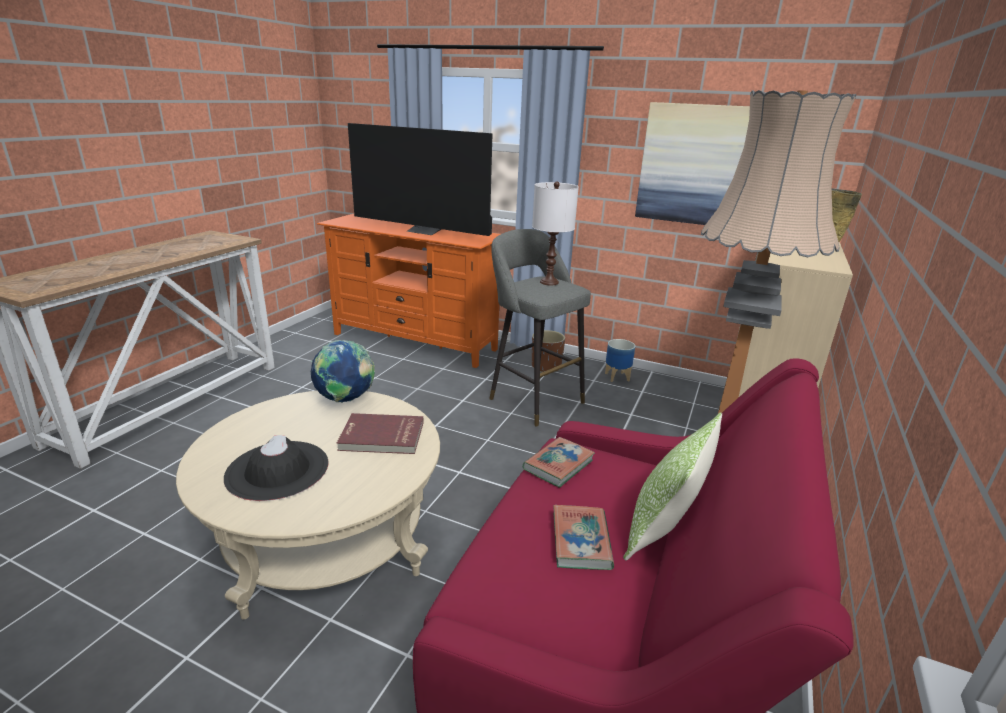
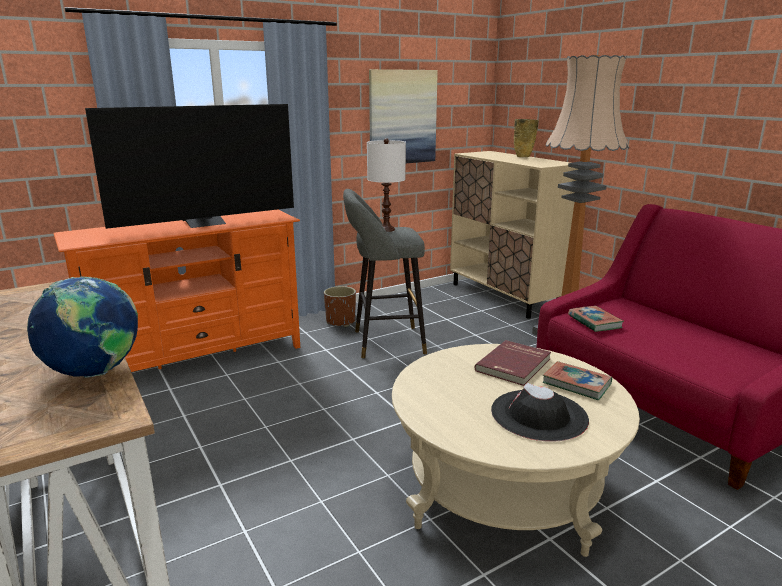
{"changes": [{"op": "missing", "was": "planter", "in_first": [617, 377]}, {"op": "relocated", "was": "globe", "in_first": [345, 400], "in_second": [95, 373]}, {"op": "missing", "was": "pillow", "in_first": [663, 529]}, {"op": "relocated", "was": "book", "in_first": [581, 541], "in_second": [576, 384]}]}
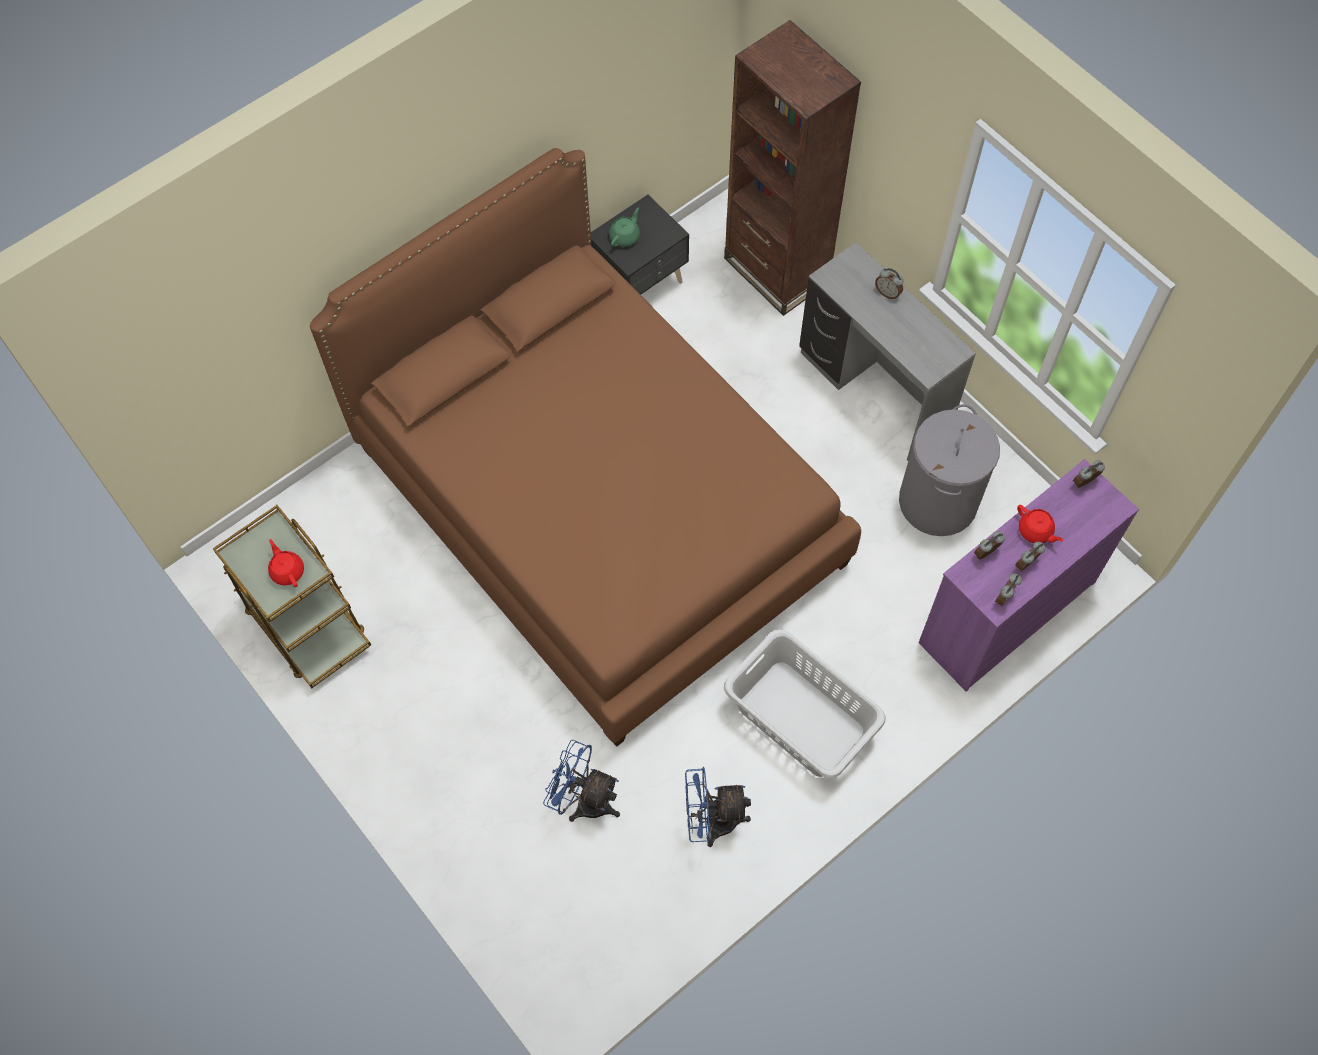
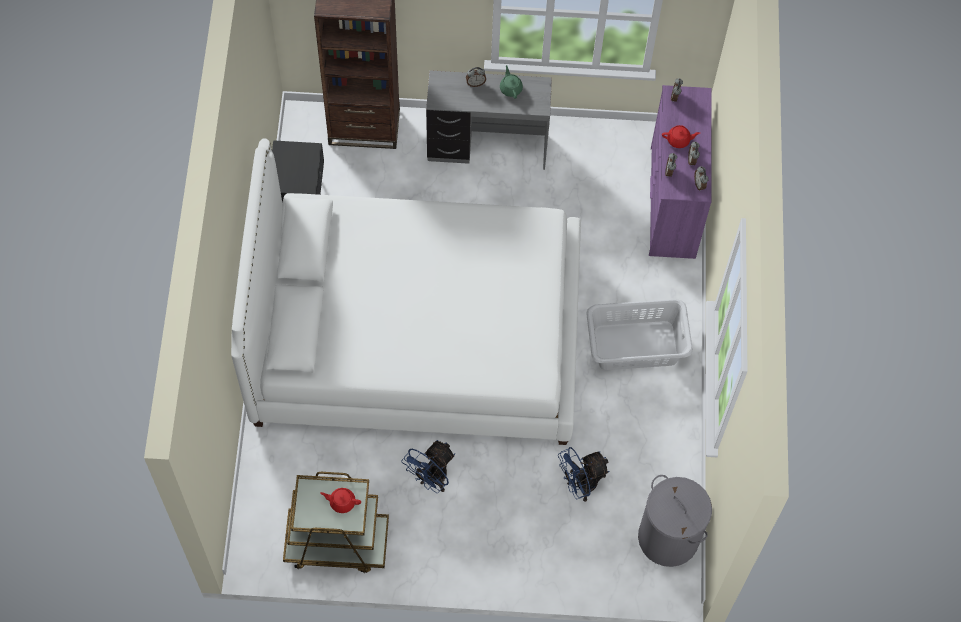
{"changes": [{"op": "colour", "was": "bed (brown)", "now": "bed (white)", "in_first": [599, 504], "in_second": [416, 335]}, {"op": "relocated", "was": "teapot (green)", "in_first": [625, 236], "in_second": [511, 88]}, {"op": "relocated", "was": "laundry basket (grey)", "in_first": [938, 502], "in_second": [668, 537]}, {"op": "relocated", "was": "fan (blue)", "in_first": [711, 821], "in_second": [432, 478]}]}
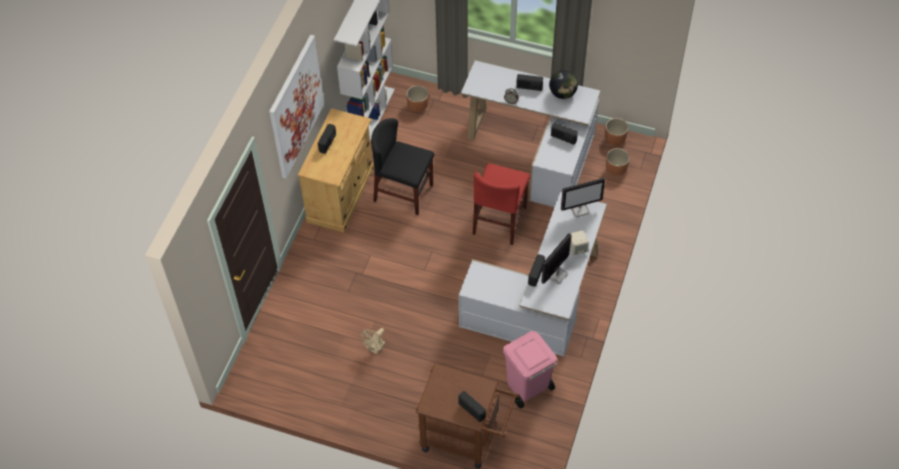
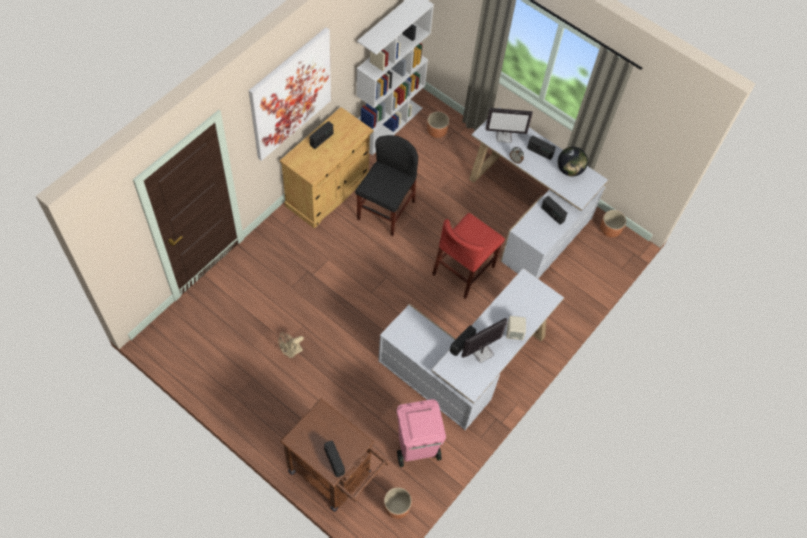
{"changes": [{"op": "spun", "was": "chair (black)", "in_first": [403, 193], "in_second": [386, 210], "clockwise": 75}, {"op": "relocated", "was": "planter (brown)", "in_first": [616, 169], "in_second": [397, 507]}, {"op": "relocated", "was": "monitor", "in_first": [579, 209], "in_second": [504, 136]}]}
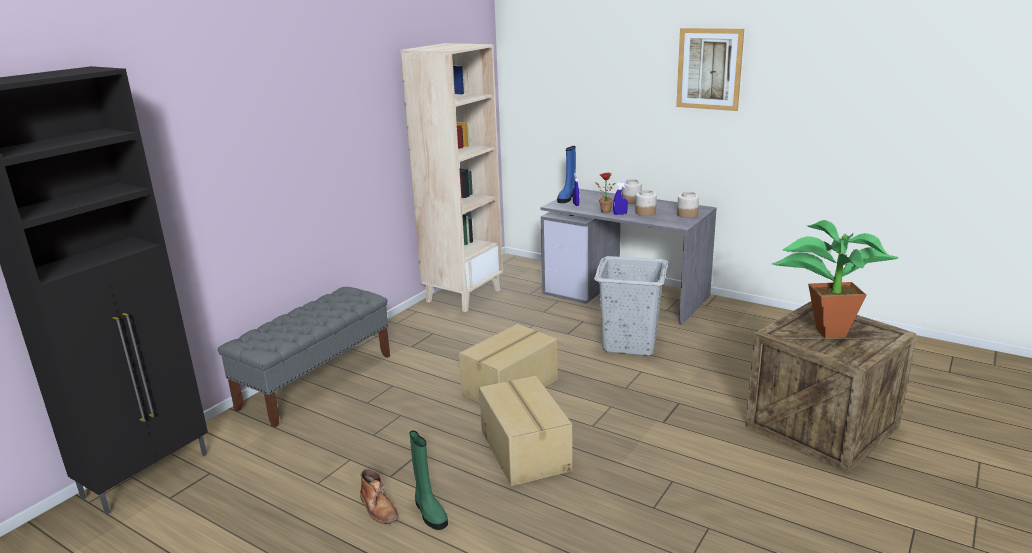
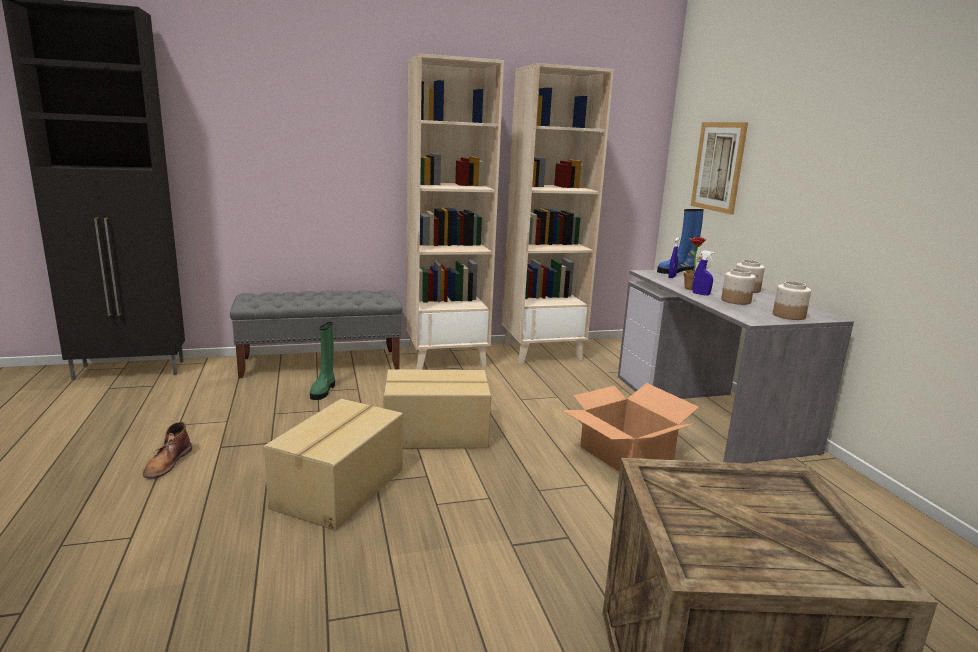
{"changes": [{"op": "relocated", "was": "picture", "in_first": [709, 69], "in_second": [718, 167]}, {"op": "missing", "was": "potted plant", "in_first": [823, 331]}, {"op": "exchanged", "was": "laundry basket (grey)", "now": "cardboard box", "in_first": [630, 344], "in_second": [625, 454]}, {"op": "relocated", "was": "boot (green)", "in_first": [429, 512], "in_second": [323, 390]}, {"op": "appeared", "now": "bookcase (beige)", "in_second": [447, 358]}]}
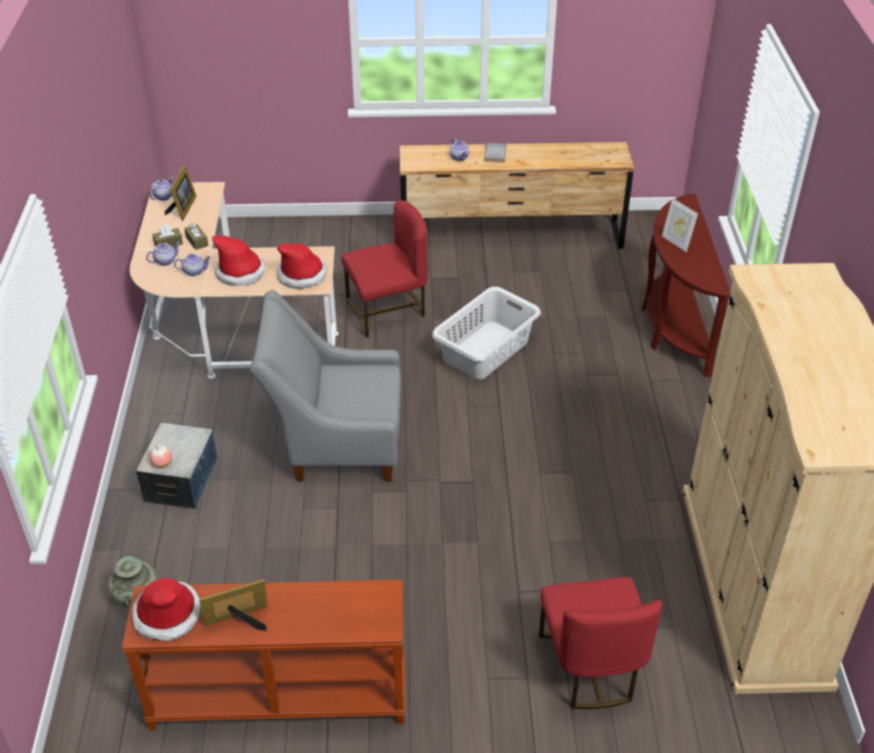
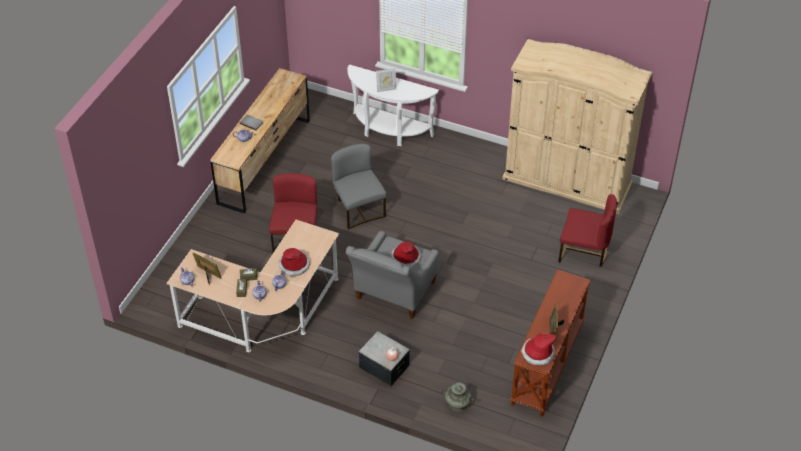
{"changes": [{"op": "colour", "was": "console table (brown)", "now": "console table (white)", "in_first": [673, 327], "in_second": [388, 131]}, {"op": "relocated", "was": "hat", "in_first": [302, 275], "in_second": [406, 258]}, {"op": "exchanged", "was": "laundry basket (grey)", "now": "chair (grey)", "in_first": [486, 350], "in_second": [358, 209]}]}
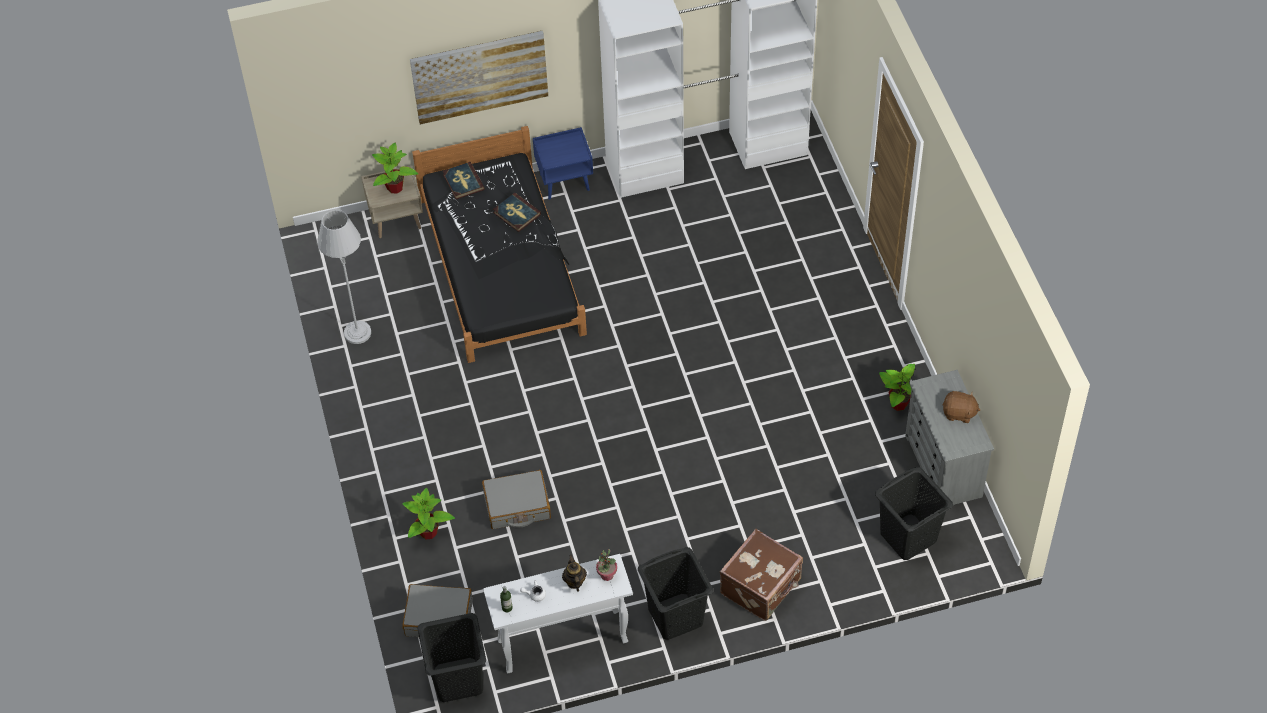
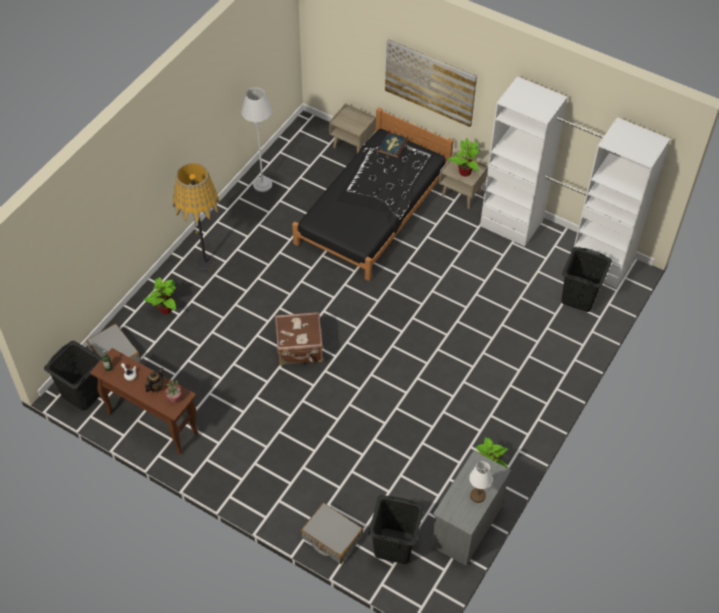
{"changes": [{"op": "colour", "was": "nightstand (blue)", "now": "nightstand (beige)", "in_first": [565, 182], "in_second": [461, 194]}, {"op": "relocated", "was": "potted plant", "in_first": [395, 188], "in_second": [464, 172]}, {"op": "missing", "was": "book", "in_first": [516, 214]}, {"op": "exchanged", "was": "plush toy (brown)", "now": "table lamp (white)", "in_first": [959, 413], "in_second": [477, 495]}, {"op": "relocated", "was": "suitcase (grey)", "in_first": [517, 506], "in_second": [331, 537]}, {"op": "relocated", "was": "suitcase (brown)", "in_first": [762, 587], "in_second": [300, 349]}, {"op": "relocated", "was": "laundry basket (black)", "in_first": [676, 616], "in_second": [579, 297]}, {"op": "colour", "was": "console table (white)", "now": "console table (brown)", "in_first": [561, 642], "in_second": [151, 423]}, {"op": "appeared", "now": "floor lamp", "in_second": [205, 263]}]}
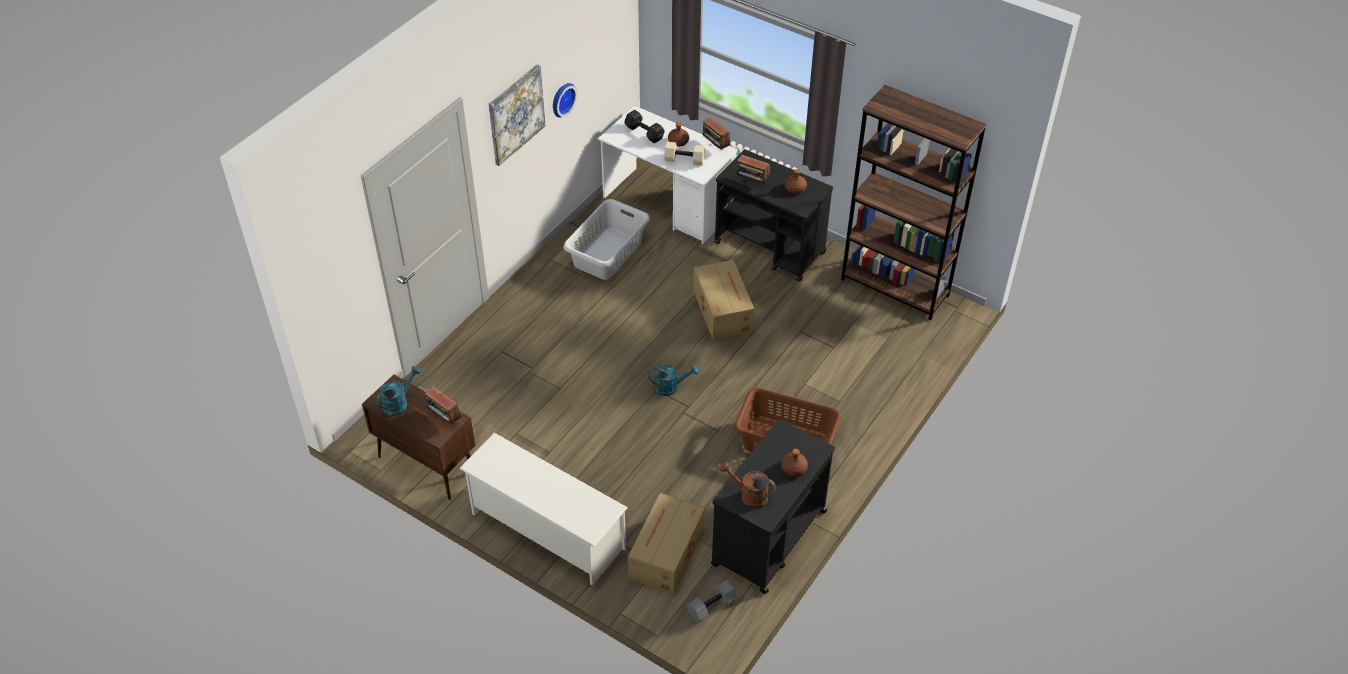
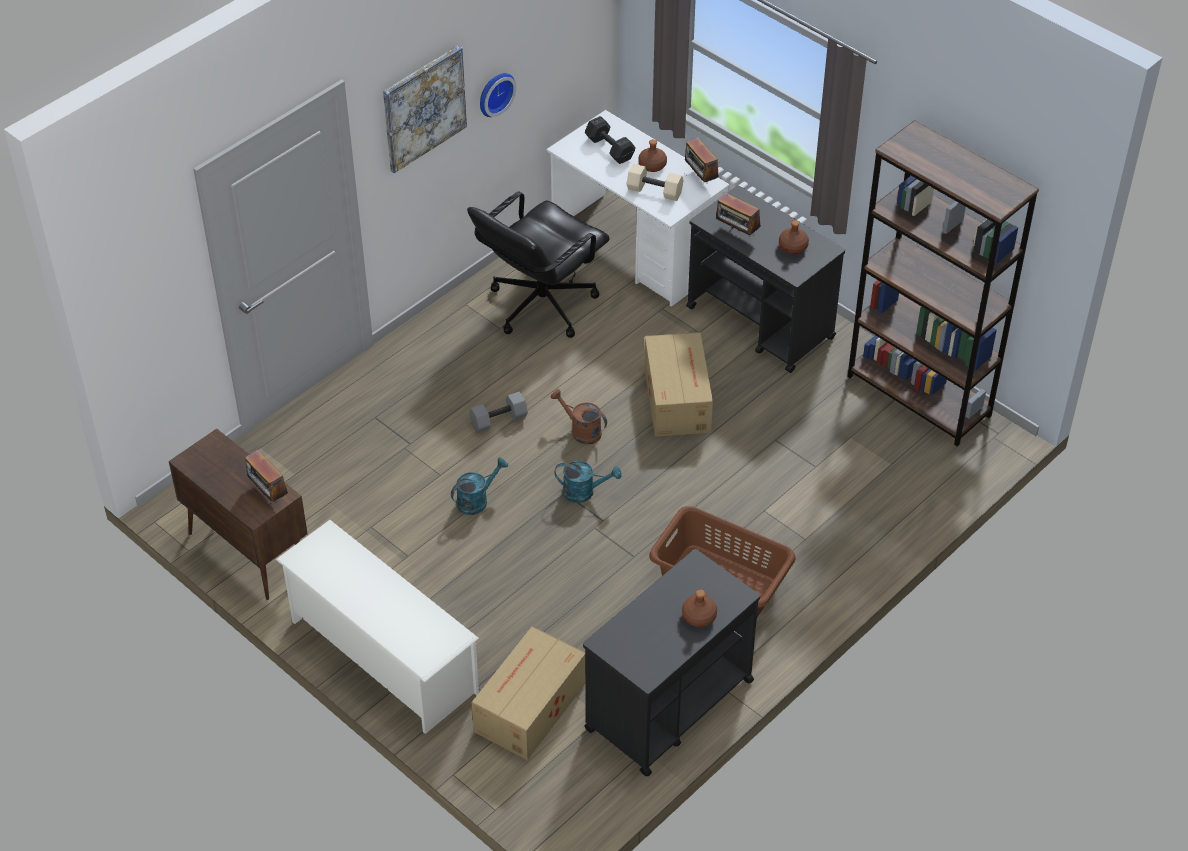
{"changes": [{"op": "exchanged", "was": "laundry basket (grey)", "now": "office chair (black)", "in_first": [607, 253], "in_second": [540, 305]}, {"op": "relocated", "was": "watering can (turquoise)", "in_first": [399, 403], "in_second": [477, 500]}, {"op": "relocated", "was": "watering can (brown)", "in_first": [749, 496], "in_second": [581, 431]}, {"op": "relocated", "was": "dumbbell (grey)", "in_first": [711, 607], "in_second": [498, 421]}]}
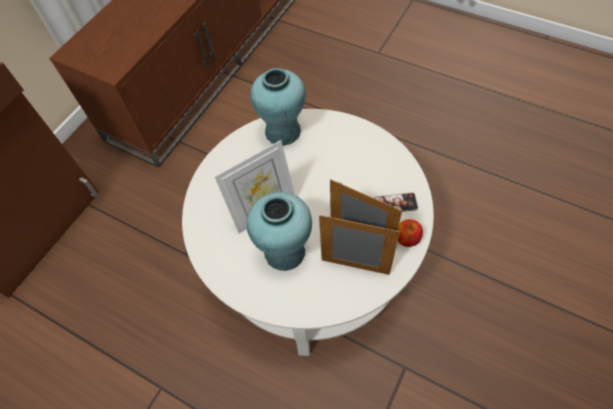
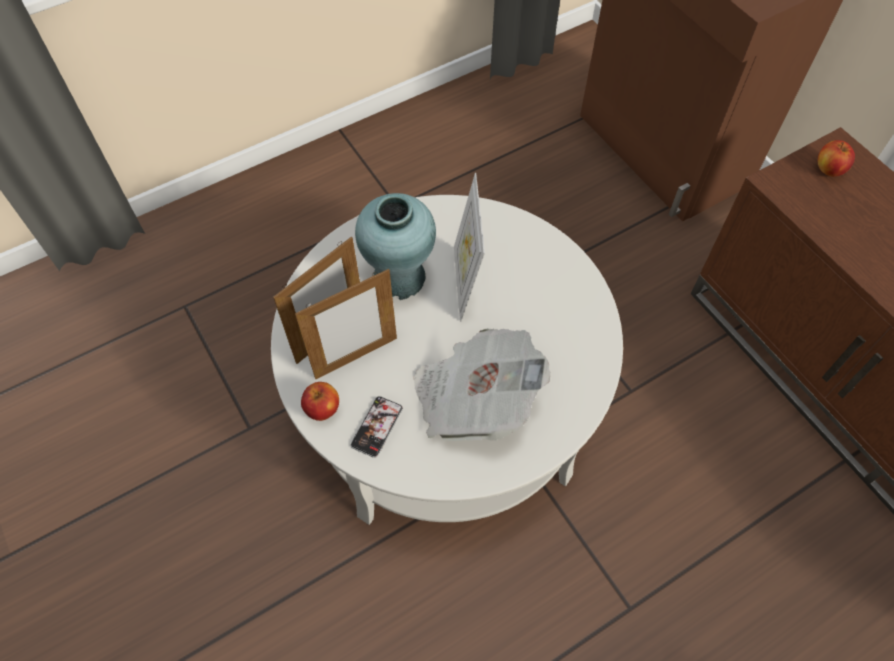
{"changes": [{"op": "missing", "was": "vase (turquoise)", "in_first": [282, 131]}, {"op": "appeared", "now": "apple", "in_second": [829, 170]}, {"op": "appeared", "now": "newspaper", "in_second": [474, 399]}]}
